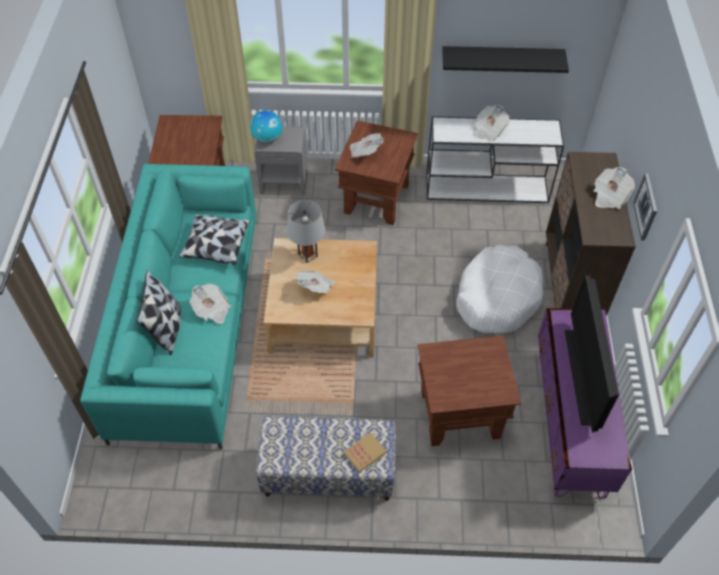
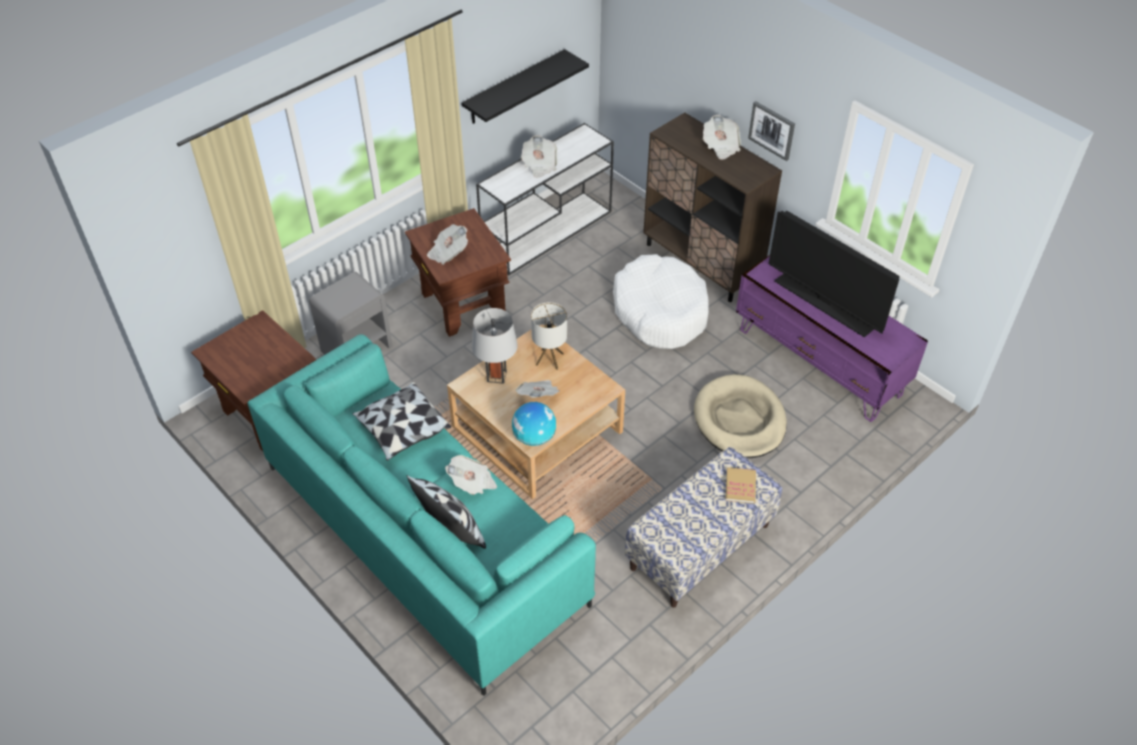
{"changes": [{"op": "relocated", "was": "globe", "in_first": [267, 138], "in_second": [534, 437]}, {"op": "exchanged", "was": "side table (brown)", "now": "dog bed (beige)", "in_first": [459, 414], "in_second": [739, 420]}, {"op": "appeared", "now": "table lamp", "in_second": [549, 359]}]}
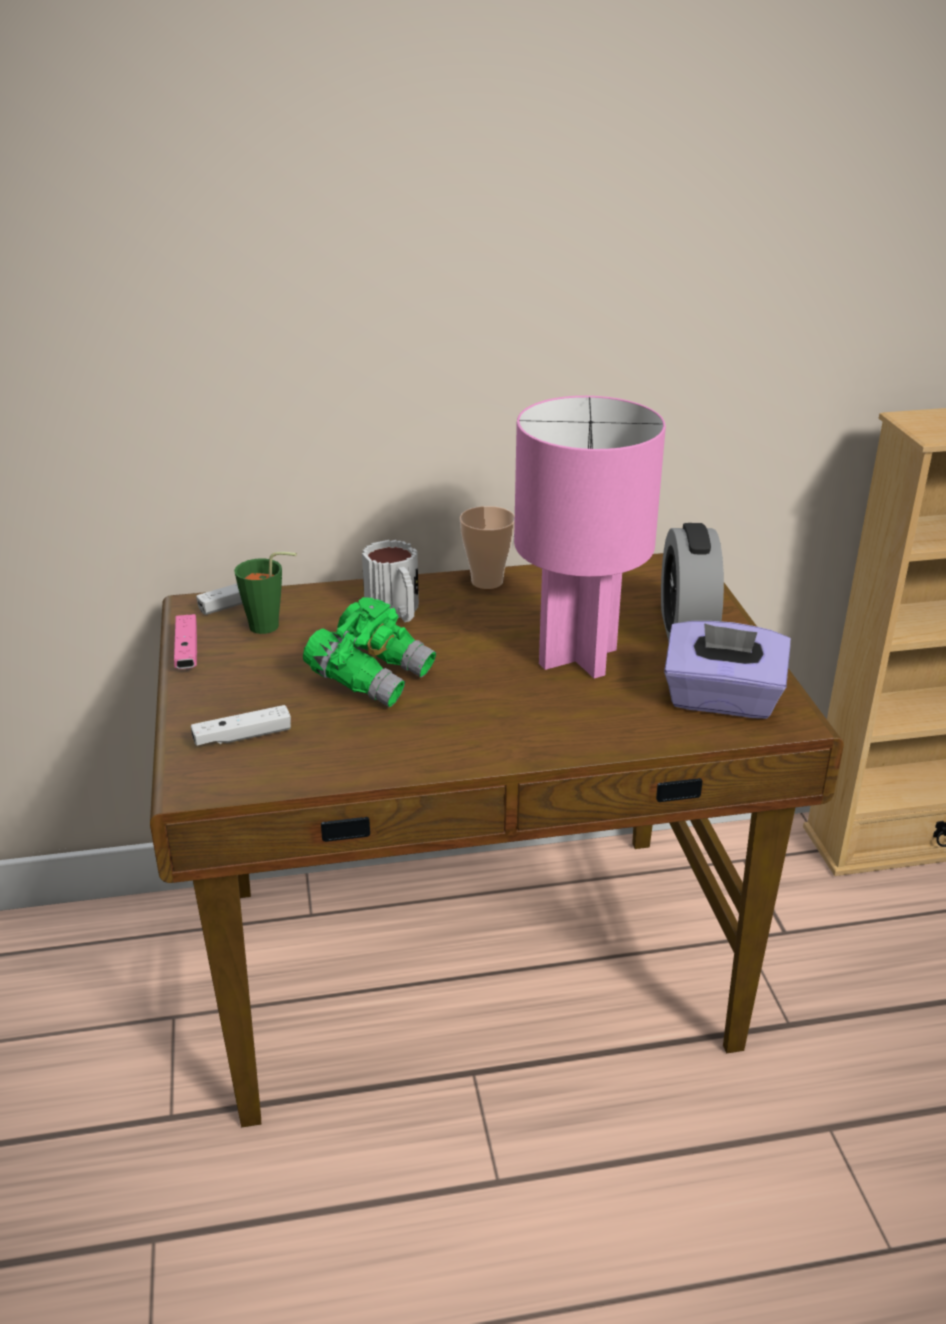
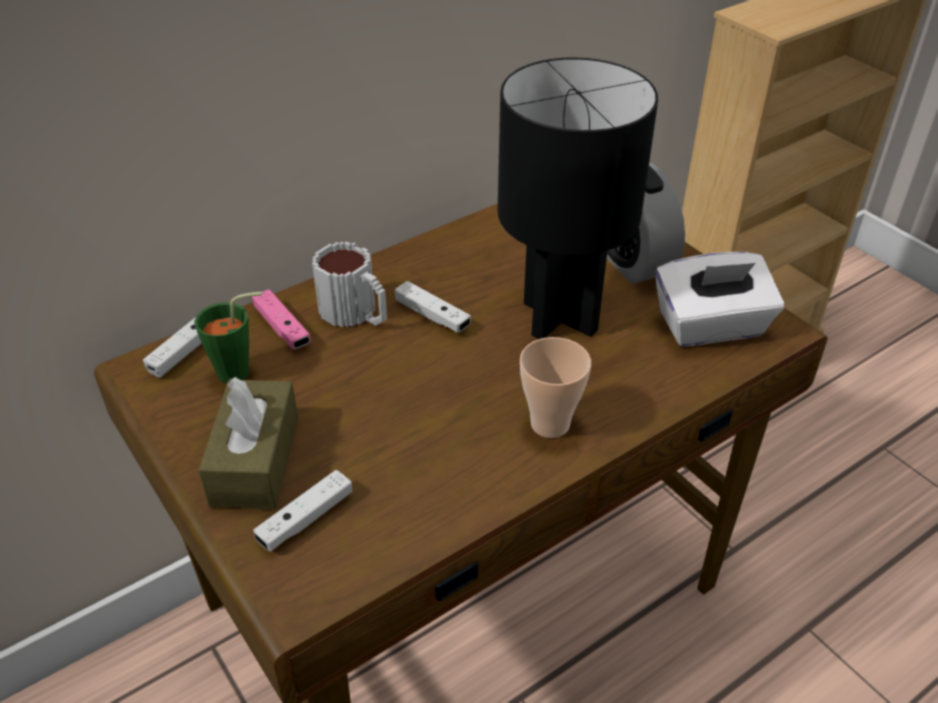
{"changes": [{"op": "colour", "was": "table lamp (pink)", "now": "table lamp (black)", "in_first": [576, 656], "in_second": [558, 317]}, {"op": "relocated", "was": "cup", "in_first": [487, 582], "in_second": [550, 424]}, {"op": "missing", "was": "binoculars (green)", "in_first": [371, 677]}, {"op": "relocated", "was": "game controller (pink)", "in_first": [187, 651], "in_second": [282, 328]}, {"op": "colour", "was": "tissue box (purple)", "now": "tissue box (white)", "in_first": [721, 700], "in_second": [711, 326]}, {"op": "appeared", "now": "game controller (white)", "in_second": [432, 316]}, {"op": "appeared", "now": "tissue box (brown)", "in_second": [255, 460]}]}
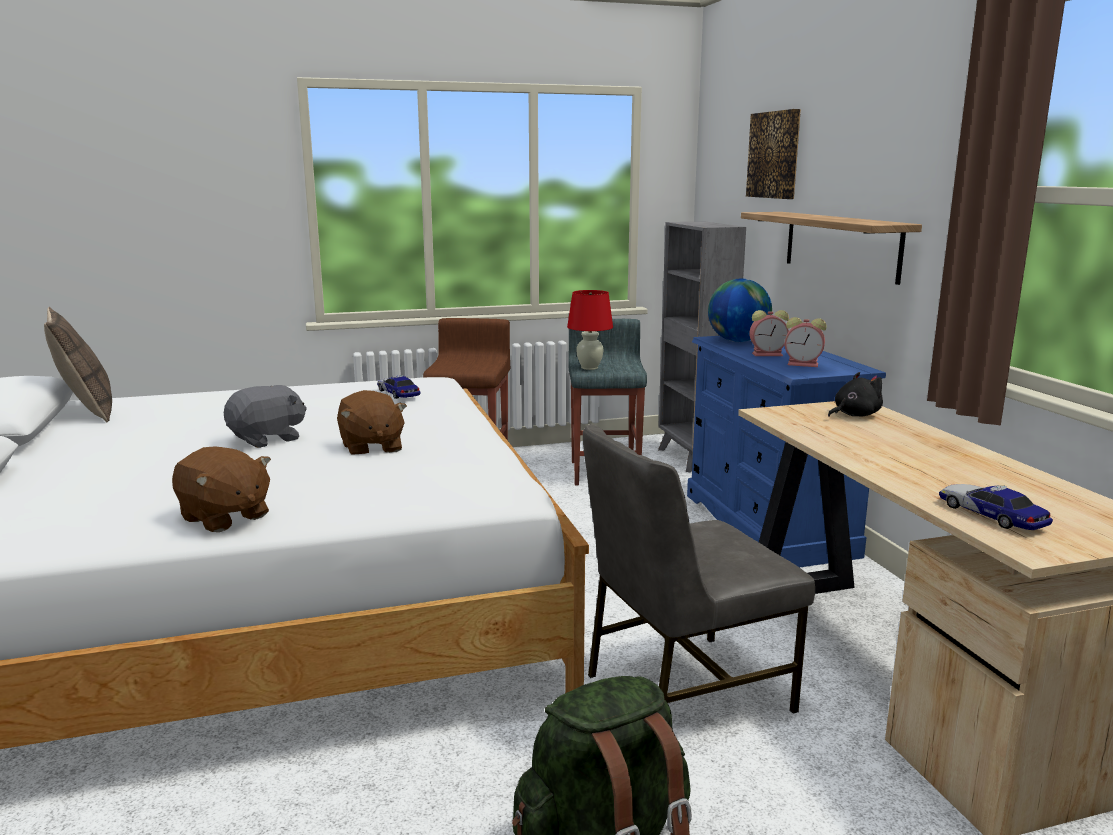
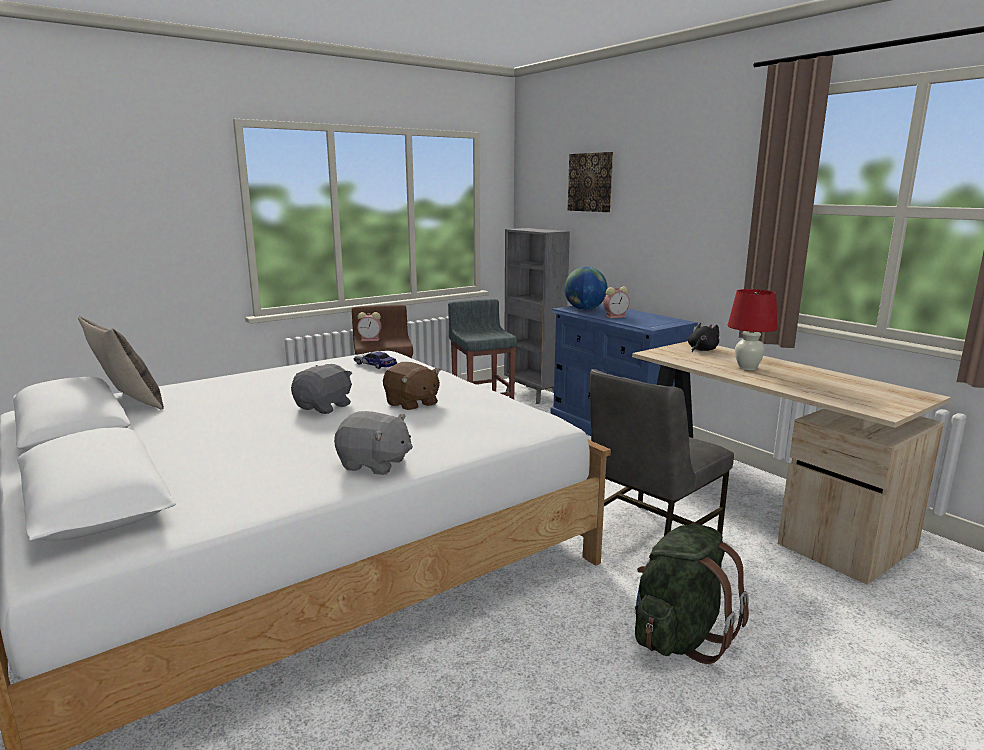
{"changes": [{"op": "missing", "was": "shelf", "in_first": [841, 245]}, {"op": "relocated", "was": "table lamp (red)", "in_first": [589, 368], "in_second": [747, 368]}, {"op": "relocated", "was": "alarm clock", "in_first": [804, 364], "in_second": [371, 340]}, {"op": "colour", "was": "plush toy (brown)", "now": "plush toy (grey)", "in_first": [224, 517], "in_second": [374, 464]}, {"op": "missing", "was": "toy car", "in_first": [991, 515]}]}
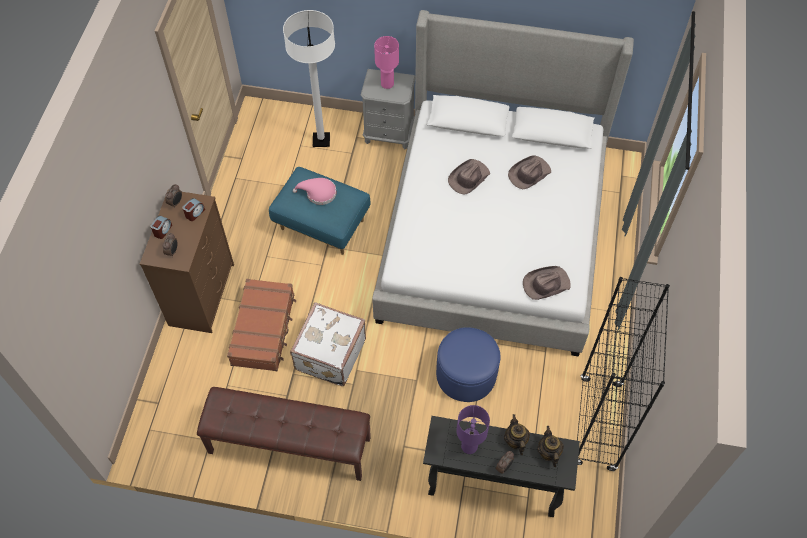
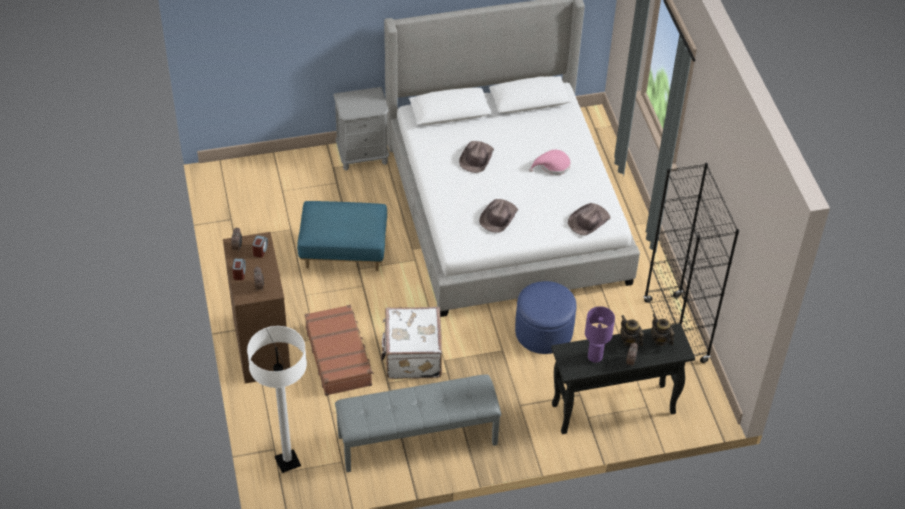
{"changes": [{"op": "relocated", "was": "floor lamp (white)", "in_first": [321, 140], "in_second": [287, 462]}, {"op": "missing", "was": "table lamp (pink)", "in_first": [387, 84]}, {"op": "relocated", "was": "hat (brown)", "in_first": [529, 174], "in_second": [498, 217]}, {"op": "relocated", "was": "hat (pink)", "in_first": [318, 193], "in_second": [553, 166]}, {"op": "colour", "was": "bench (brown)", "now": "bench (grey)", "in_first": [289, 446], "in_second": [417, 440]}]}
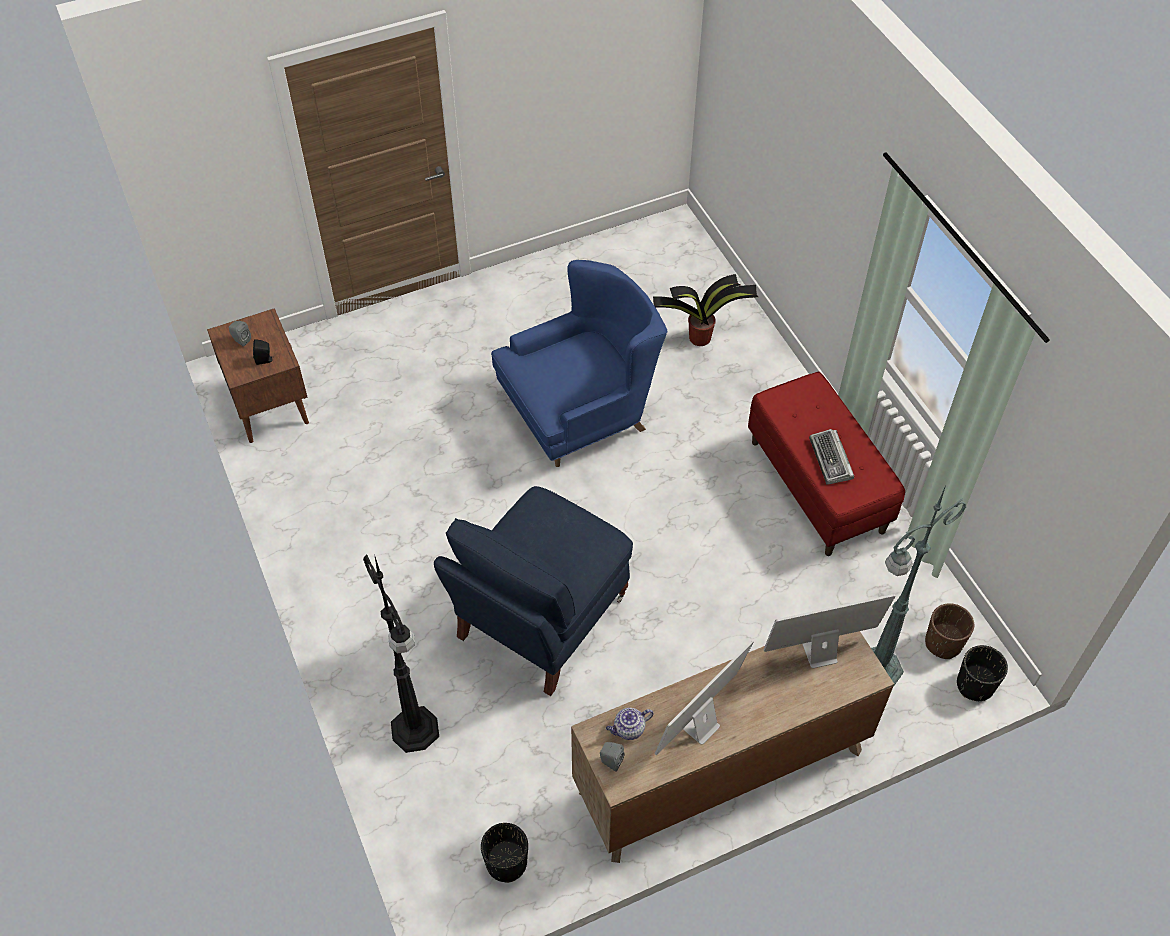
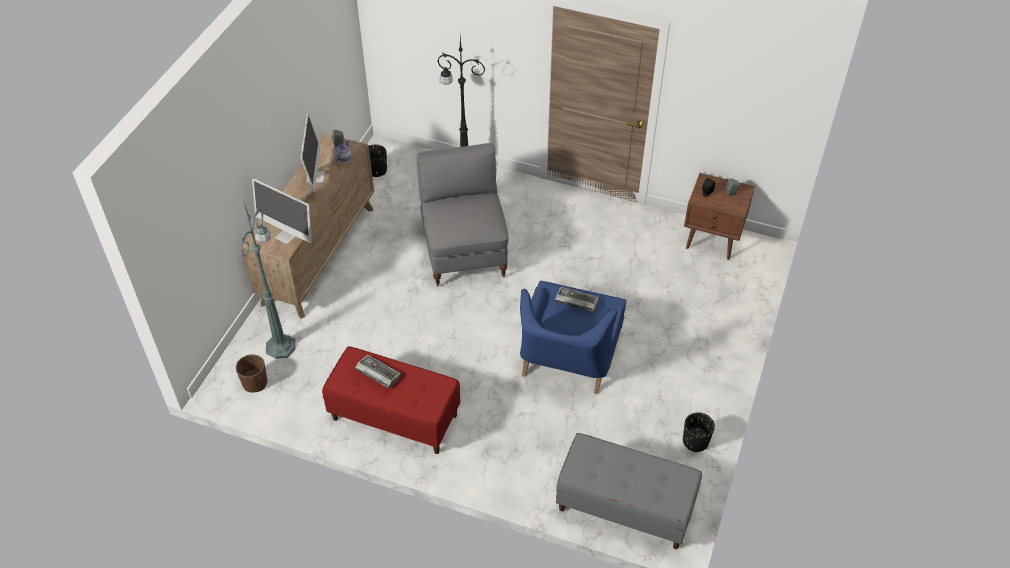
{"changes": [{"op": "missing", "was": "potted plant", "in_first": [701, 338]}, {"op": "colour", "was": "armchair (blue)", "now": "armchair (grey)", "in_first": [540, 619], "in_second": [464, 252]}, {"op": "spun", "was": "monitor", "in_first": [819, 652], "in_second": [287, 235], "clockwise": 90}, {"op": "relocated", "was": "planter (black)", "in_first": [975, 685], "in_second": [695, 441]}, {"op": "appeared", "now": "keyboard", "in_second": [576, 301]}, {"op": "appeared", "now": "bench (grey)", "in_second": [624, 507]}]}
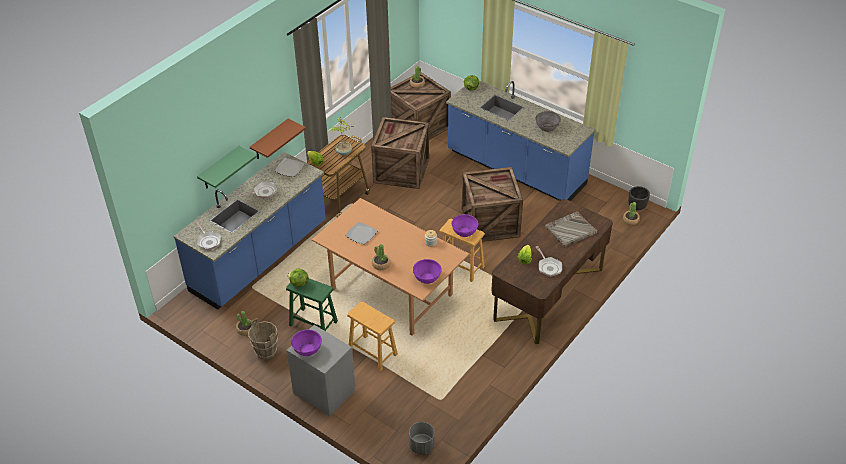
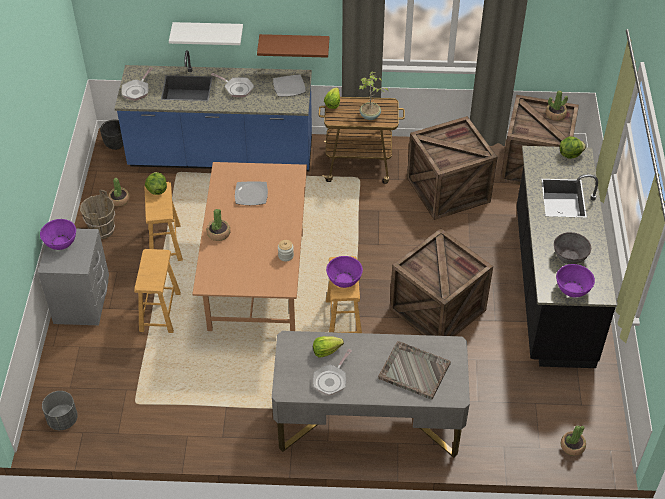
{"changes": [{"op": "colour", "was": "counter (blue)", "now": "counter (black)", "in_first": [515, 169], "in_second": [551, 286]}, {"op": "colour", "was": "shelf (green)", "now": "shelf (white)", "in_first": [219, 168], "in_second": [208, 33]}, {"op": "relocated", "was": "planter (black)", "in_first": [636, 206], "in_second": [115, 144]}, {"op": "colour", "was": "desk (brown)", "now": "desk (grey)", "in_first": [548, 294], "in_second": [368, 422]}, {"op": "relocated", "was": "bowl (purple)", "in_first": [427, 278], "in_second": [572, 289]}, {"op": "colour", "was": "stool (green)", "now": "stool (brown)", "in_first": [313, 323], "in_second": [165, 244]}]}
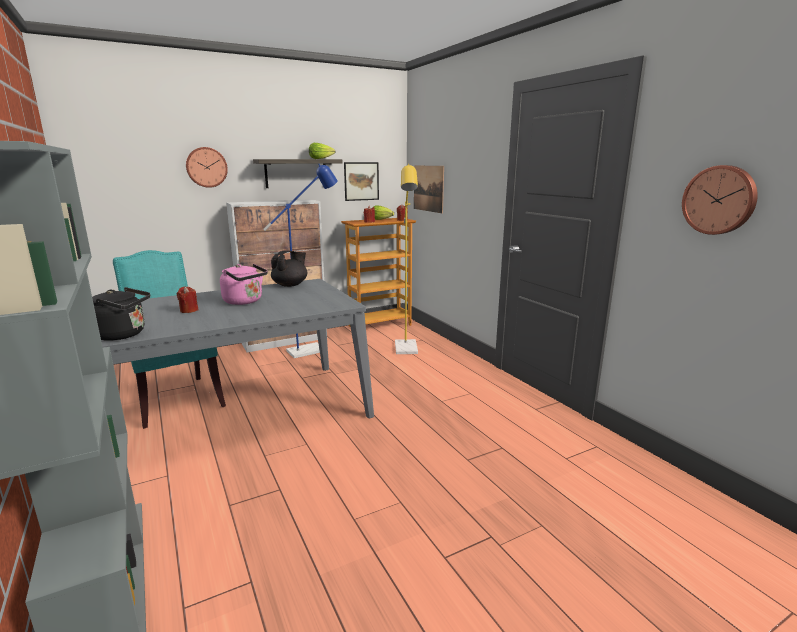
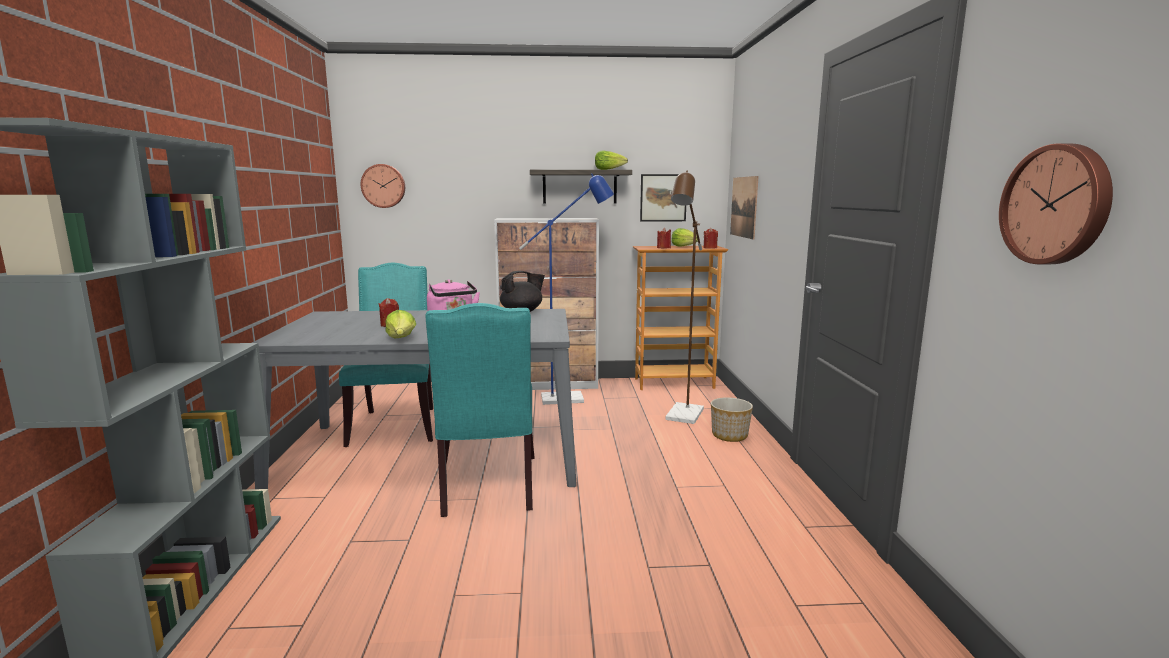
{"changes": [{"op": "relocated", "was": "wall clock", "in_first": [206, 167], "in_second": [383, 186]}, {"op": "colour", "was": "floor lamp (yellow)", "now": "floor lamp (brown)", "in_first": [406, 350], "in_second": [683, 417]}, {"op": "missing", "was": "kettle (black)", "in_first": [123, 334]}, {"op": "appeared", "now": "chair (turquoise)", "in_second": [488, 488]}, {"op": "appeared", "now": "lettuce", "in_second": [401, 339]}, {"op": "appeared", "now": "planter", "in_second": [730, 435]}]}
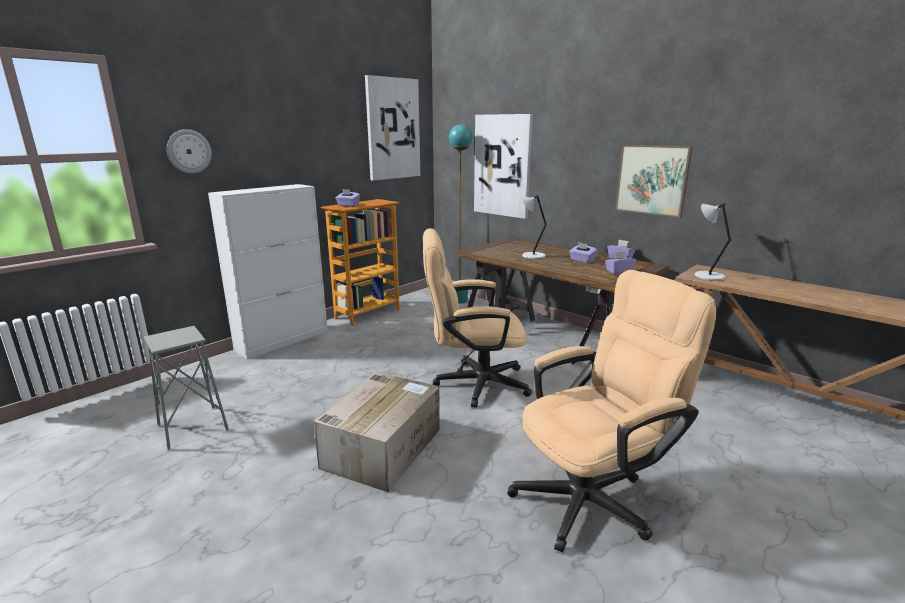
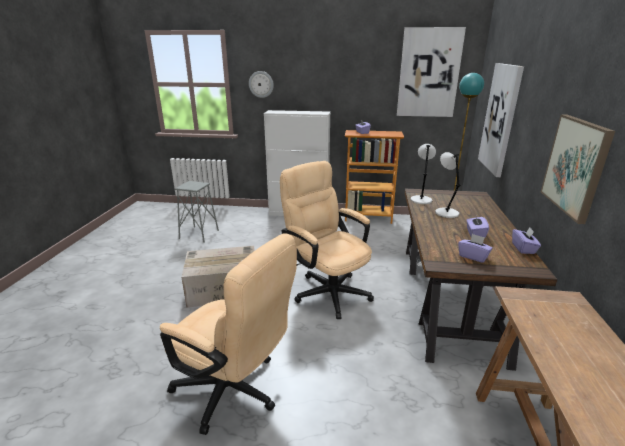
{"changes": [{"op": "relocated", "was": "table lamp (grey)", "in_first": [707, 276], "in_second": [421, 200]}]}
